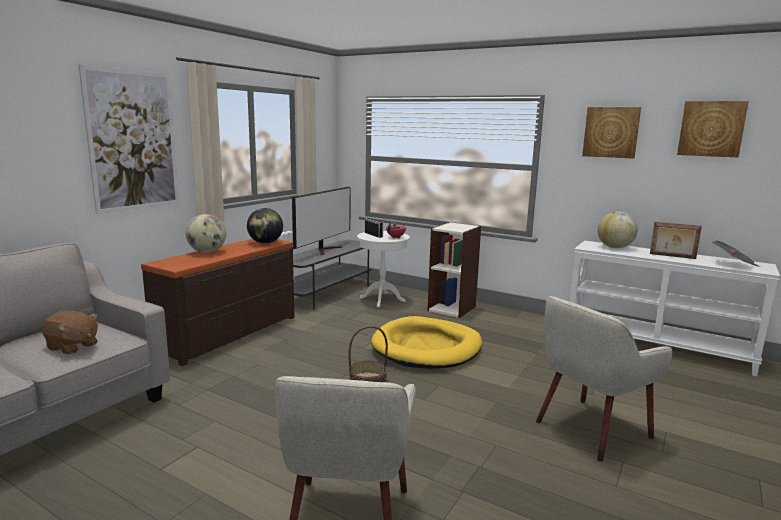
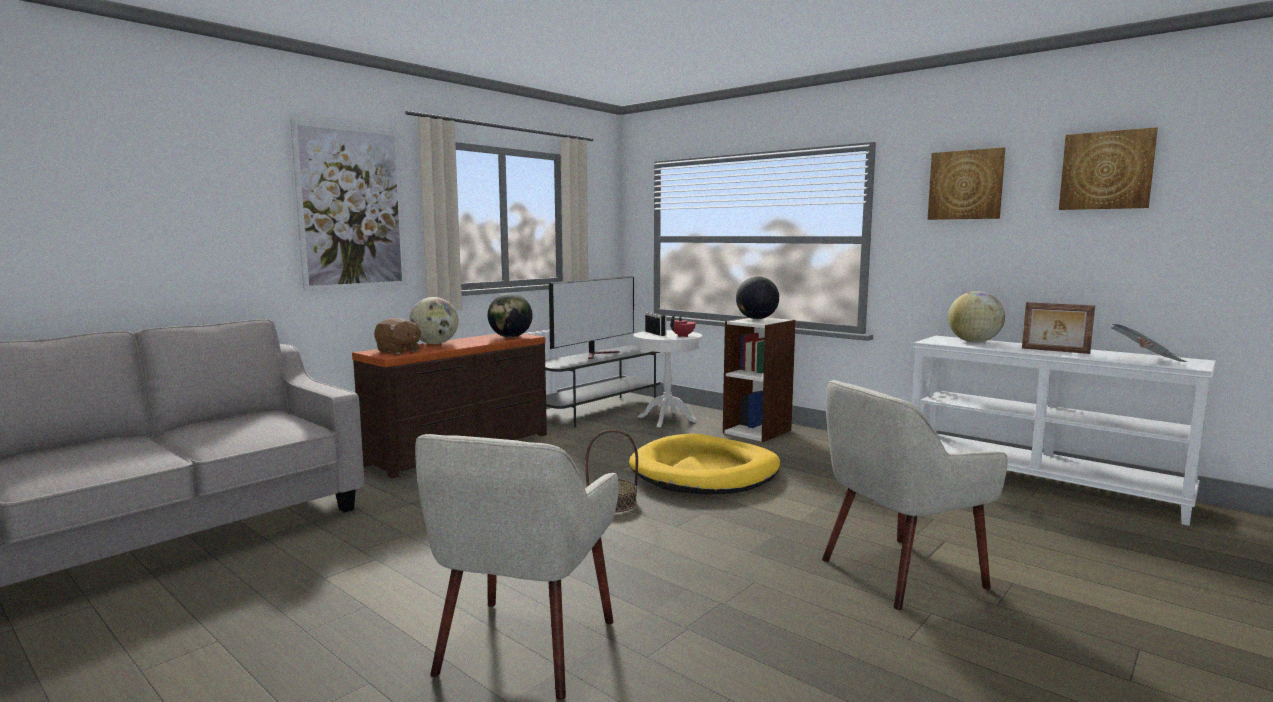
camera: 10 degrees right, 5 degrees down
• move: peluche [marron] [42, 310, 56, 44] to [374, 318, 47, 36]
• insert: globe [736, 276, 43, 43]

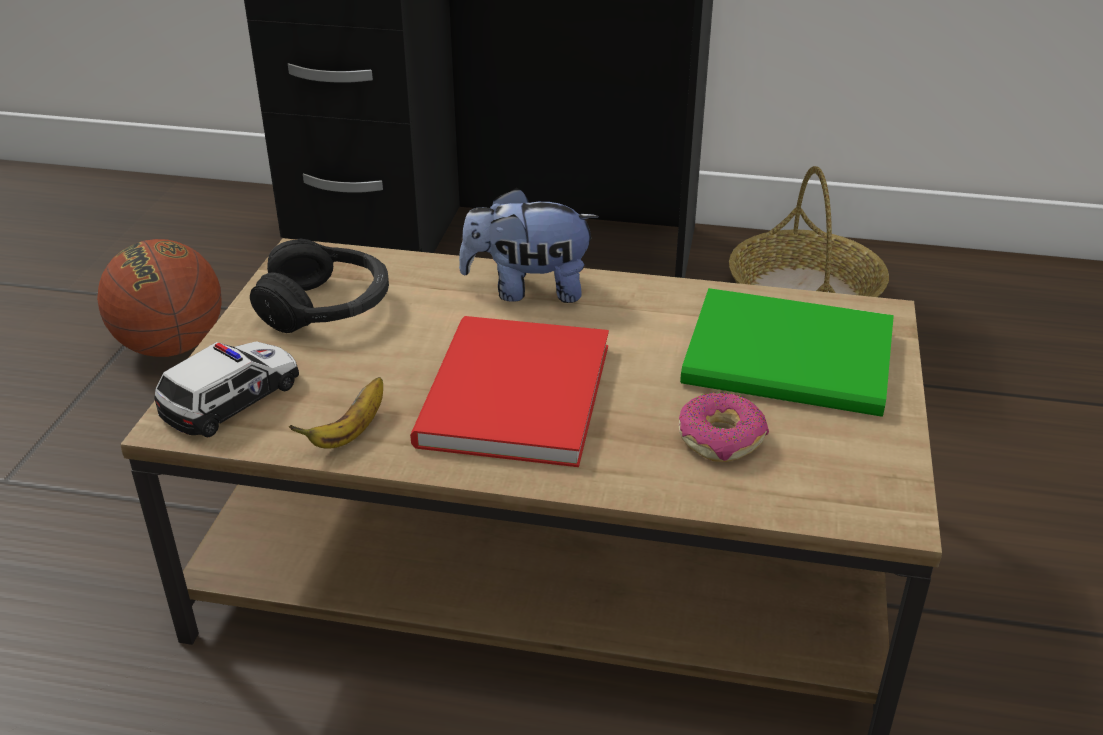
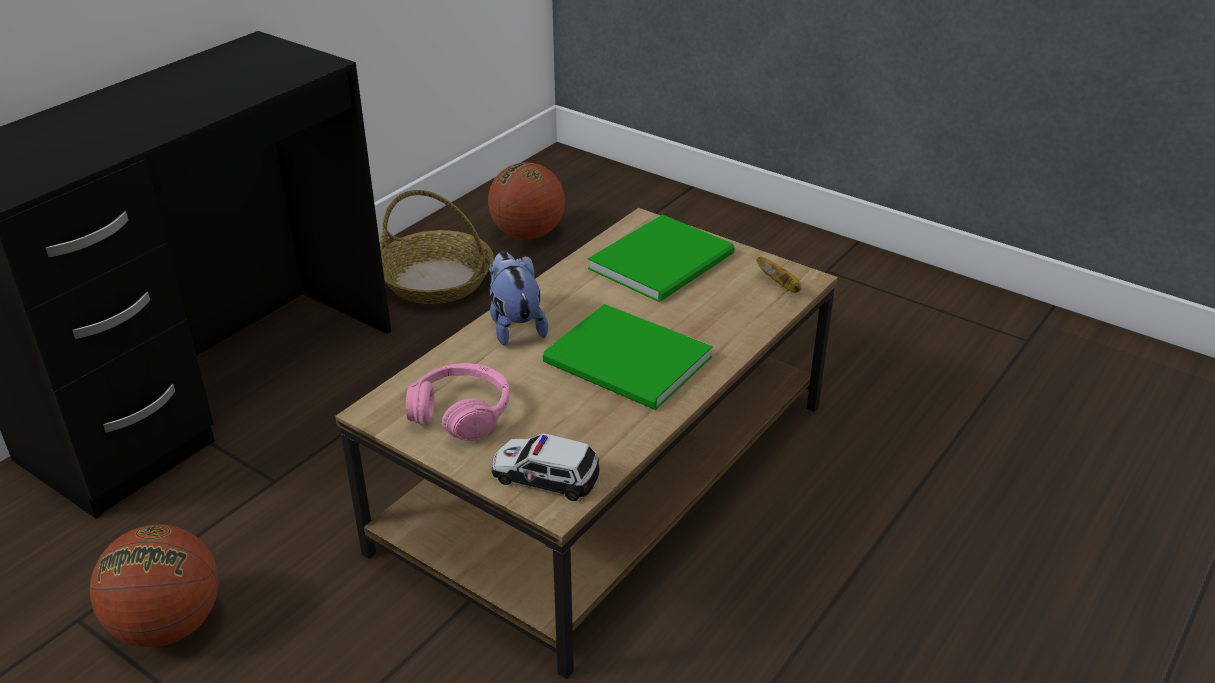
camera: 65 degrees left, 0 degrees up
• rotate: peluche [459, 187, 140, 116] = [489, 252, 59, 94] 135 degrees clockwise
• recolor: casque audio [noir] [250, 239, 139, 94] to casque audio [rose] [406, 363, 104, 78]
• recolor: livre [rouge] [410, 316, 199, 151] to livre [vert] [543, 304, 170, 106]
• rotate: petite voiture [155, 341, 144, 96] = [492, 433, 107, 68] 45 degrees counterclockwise
• move: banane [289, 377, 94, 72] to [756, 257, 46, 36]
• delete: beignet [679, 392, 90, 70]
• insert: ballon de basket [488, 162, 77, 78]

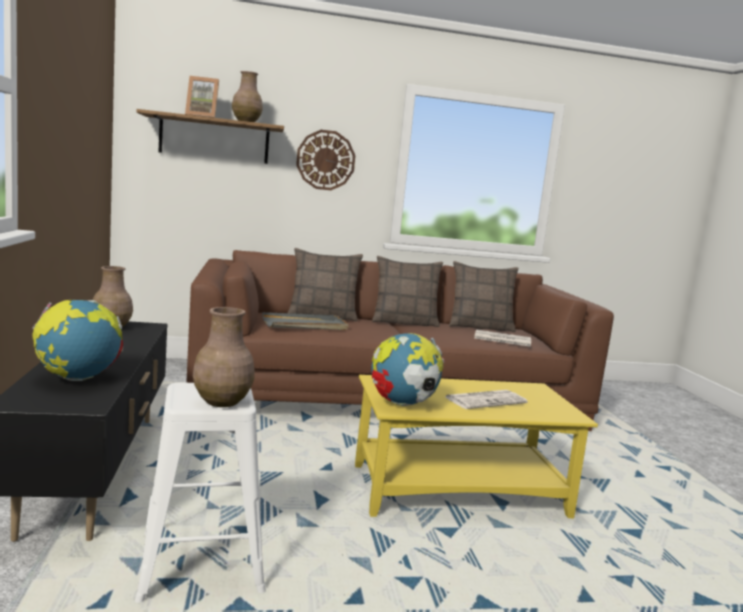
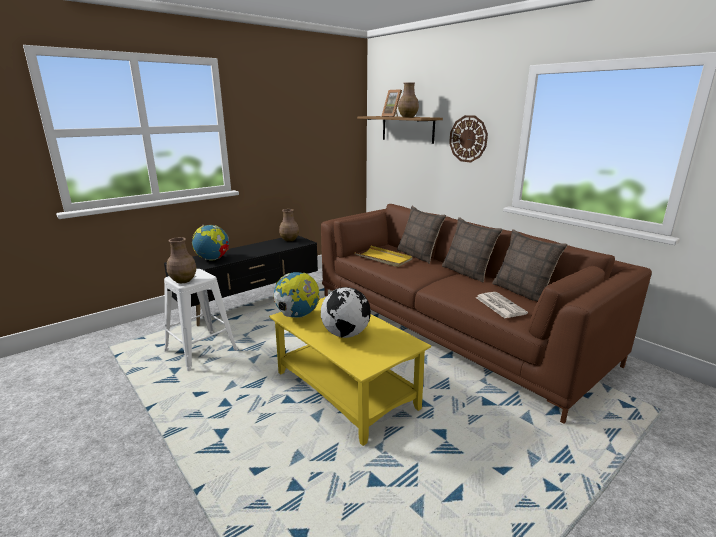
camera: 60 degrees right, 10 degrees up
• recolor: plateau [gris] [262, 312, 86, 18] to plateau [jaune] [354, 246, 59, 21]
• replace: journal [445, 390, 83, 19] to globe [321, 287, 50, 51]

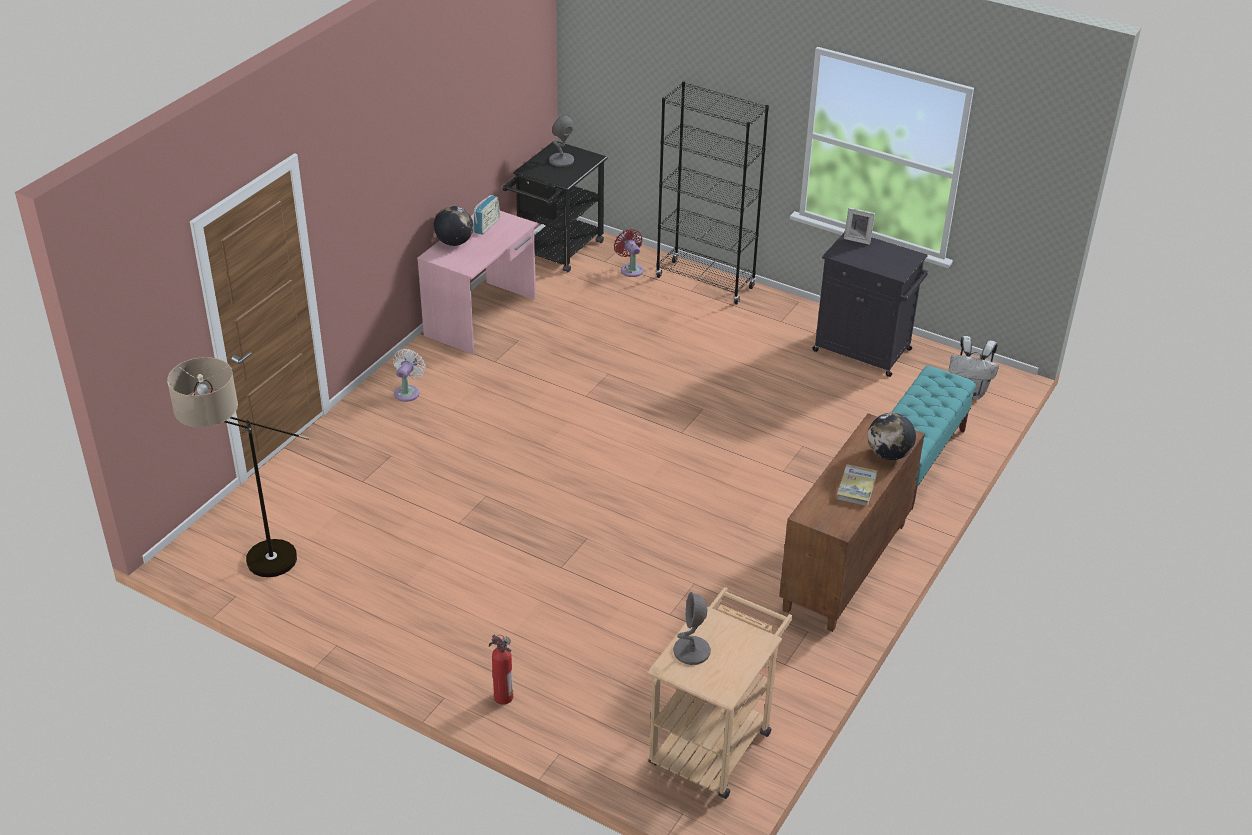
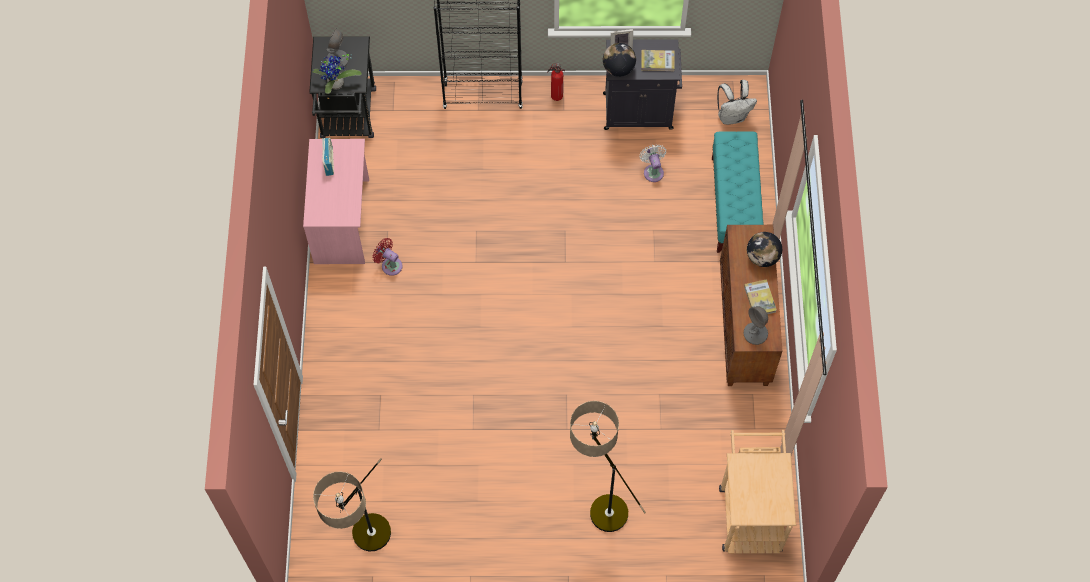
camera: 30 degrees left, 25 degrees up
• move: globe [434, 206, 39, 40] to [603, 43, 33, 34]
• move: ventilateur [rouge] [614, 229, 29, 48] to [373, 238, 30, 38]
• move: ventilateur [blanc] [393, 349, 32, 53] to [640, 144, 26, 38]
• move: lampe de table [gris] [673, 592, 38, 73] to [744, 306, 24, 39]
• move: extincteur [489, 634, 24, 70] to [548, 63, 17, 38]
• insert: livre [641, 50, 34, 21]
• insert: plante en pot [312, 54, 50, 40]
• insert: lampadaire [570, 401, 76, 131]

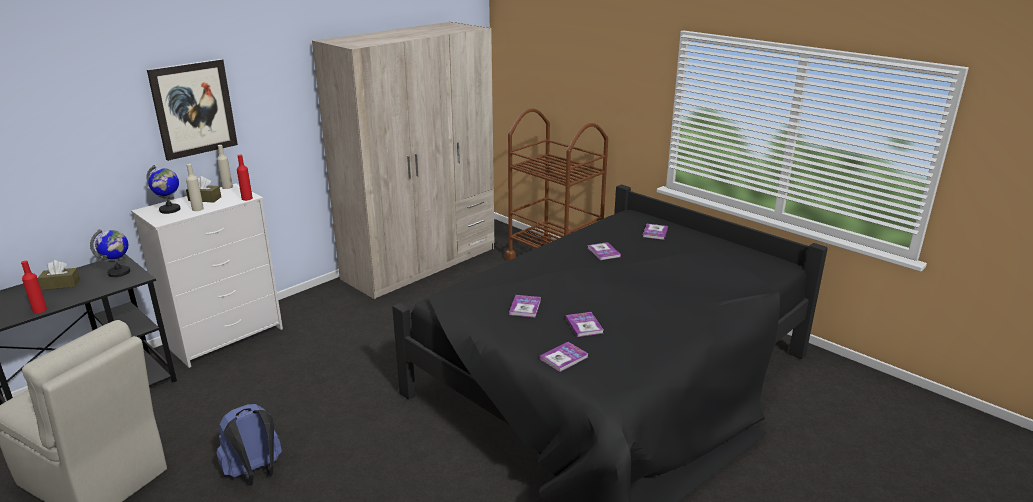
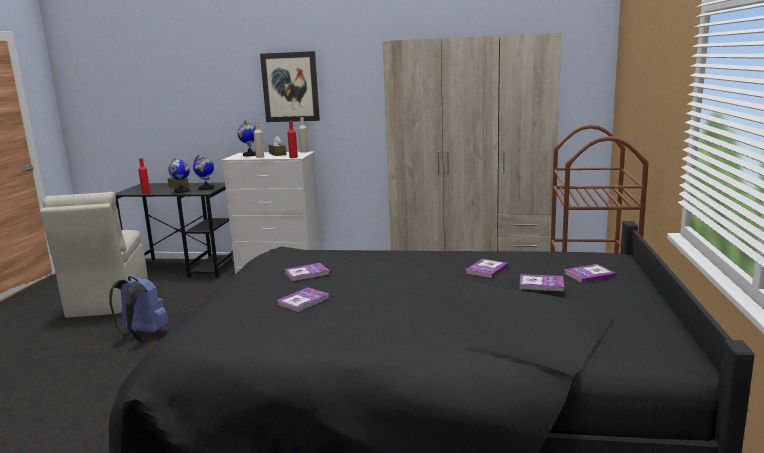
camera: 55 degrees right, 10 degrees down
• move: livre [540, 342, 48, 30] to [520, 274, 44, 17]
• insert: globe [168, 158, 22, 35]

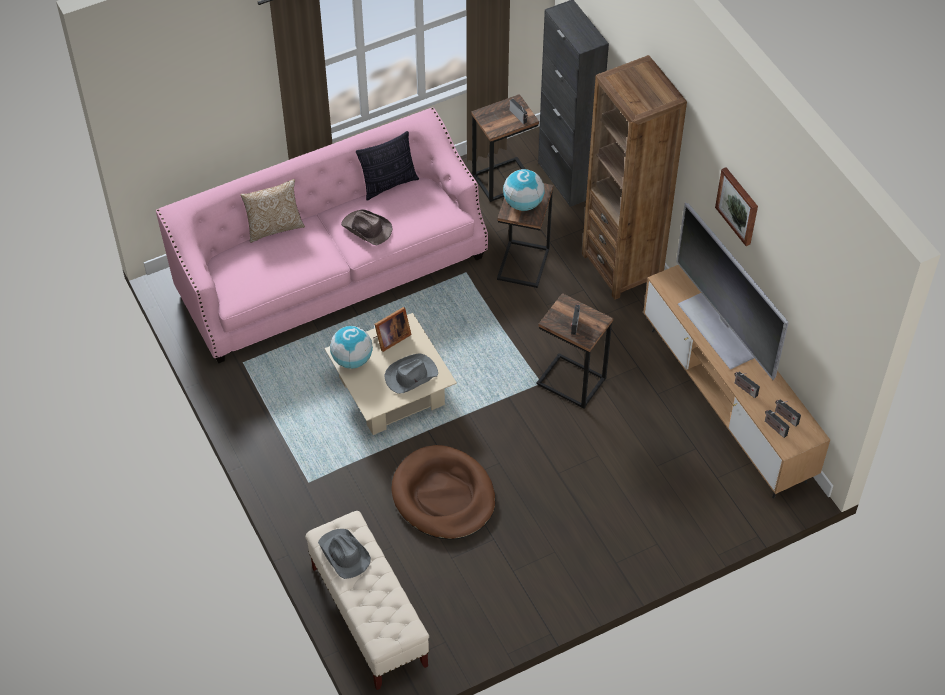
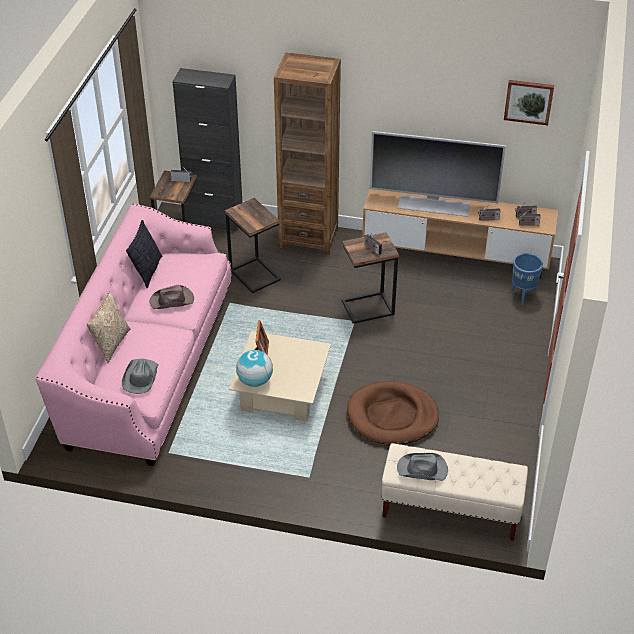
camera: 50 degrees left, 10 degrees down
• move: tableau [715, 167, 43, 79] to [504, 80, 50, 45]
• delete: globe [503, 169, 42, 42]
• move: chapeau [gris] [385, 353, 53, 41] to [122, 359, 36, 35]
• insert: cache-pot [bleu] [511, 253, 32, 52]

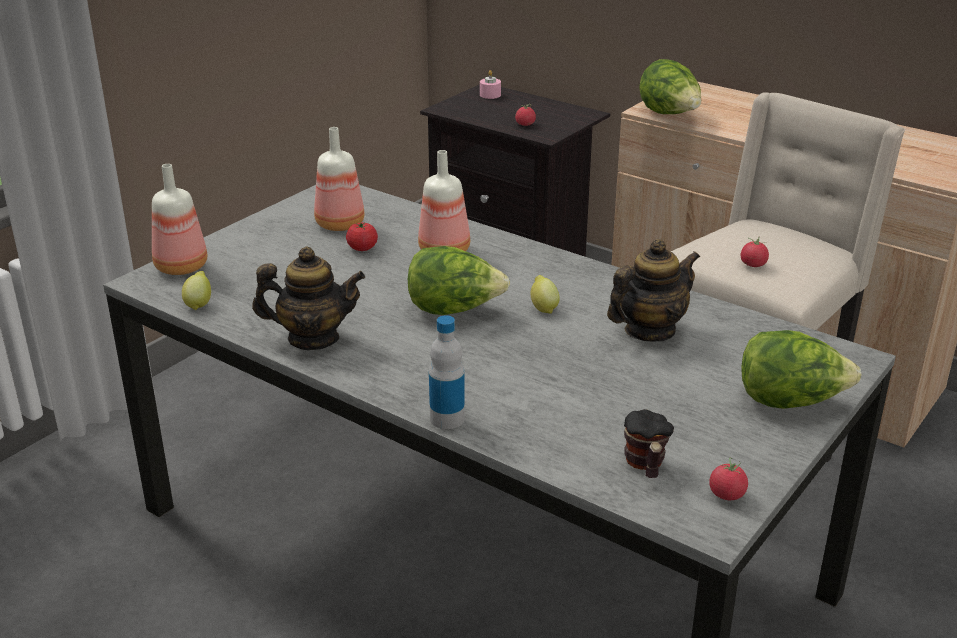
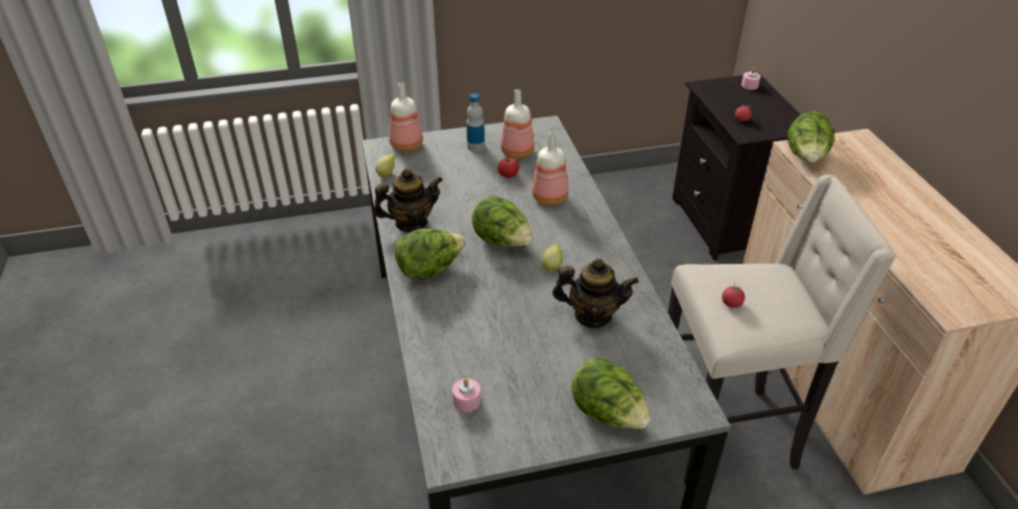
camera: 40 degrees right, 10 degrees up
• rotate: théière [252, 247, 113, 103] = [373, 168, 70, 64] 60 degrees counterclockwise
• move: bouteille [429, 315, 36, 114] to [466, 93, 19, 59]
• replace: mug [624, 409, 50, 69] to bougie [rose] [452, 378, 29, 34]
• delete: tomate [709, 457, 39, 43]
• insert: laitue [395, 229, 71, 51]

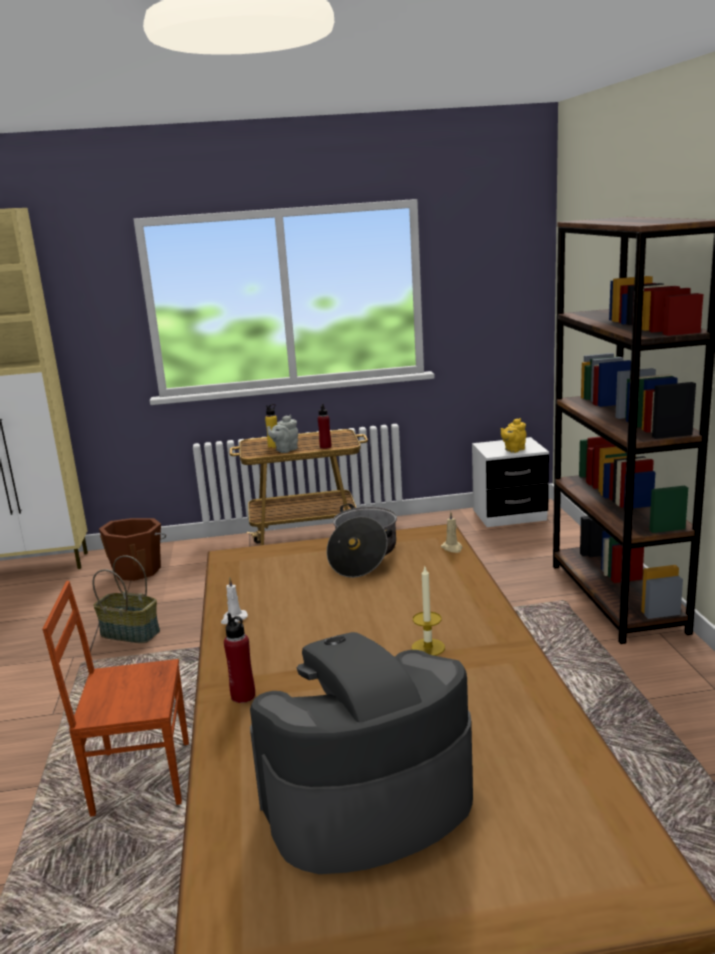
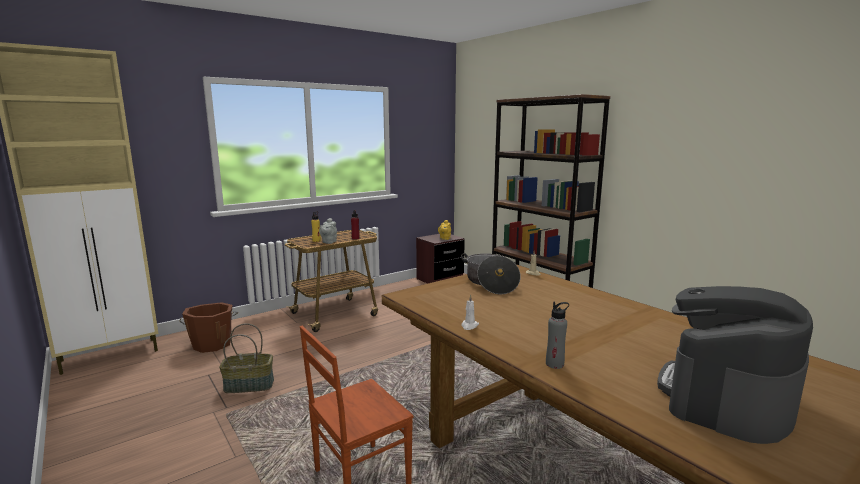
camera: 30 degrees left, 5 degrees down
• recolor: table de chevet [blanc] [472, 437, 77, 90] to table de chevet [marron] [416, 234, 49, 50]
• delete: bougie [412, 567, 33, 89]
• recolor: bouteille [rouge] [224, 613, 31, 90] to bouteille [gris] [546, 302, 23, 67]

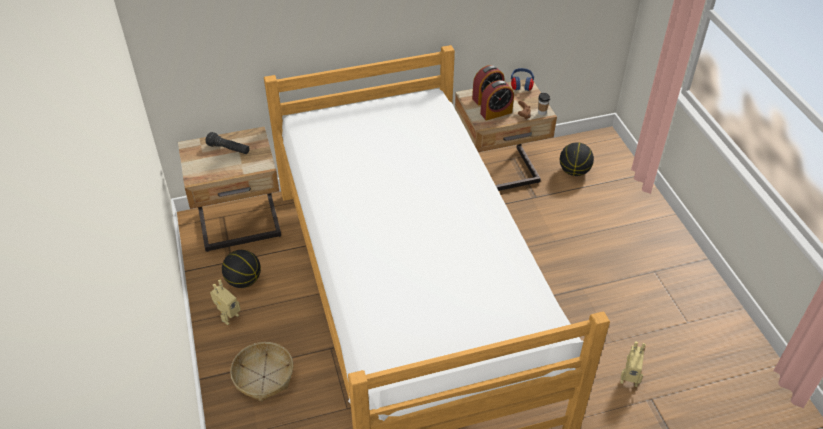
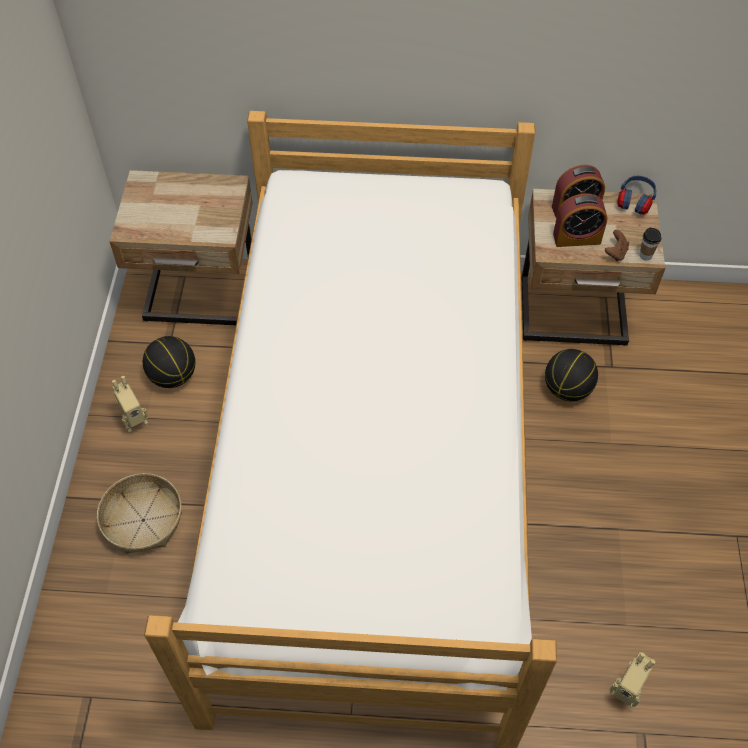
camera: 20 degrees right, 10 degrees up
• delete: lampe de poche [noir] [206, 132, 44, 22]
• move: ballon de basket [560, 142, 34, 34] to [545, 349, 53, 52]

